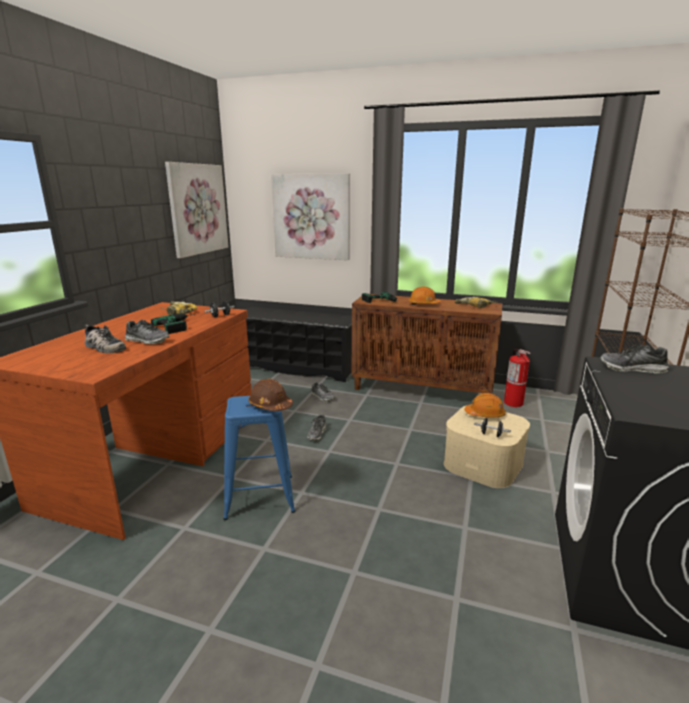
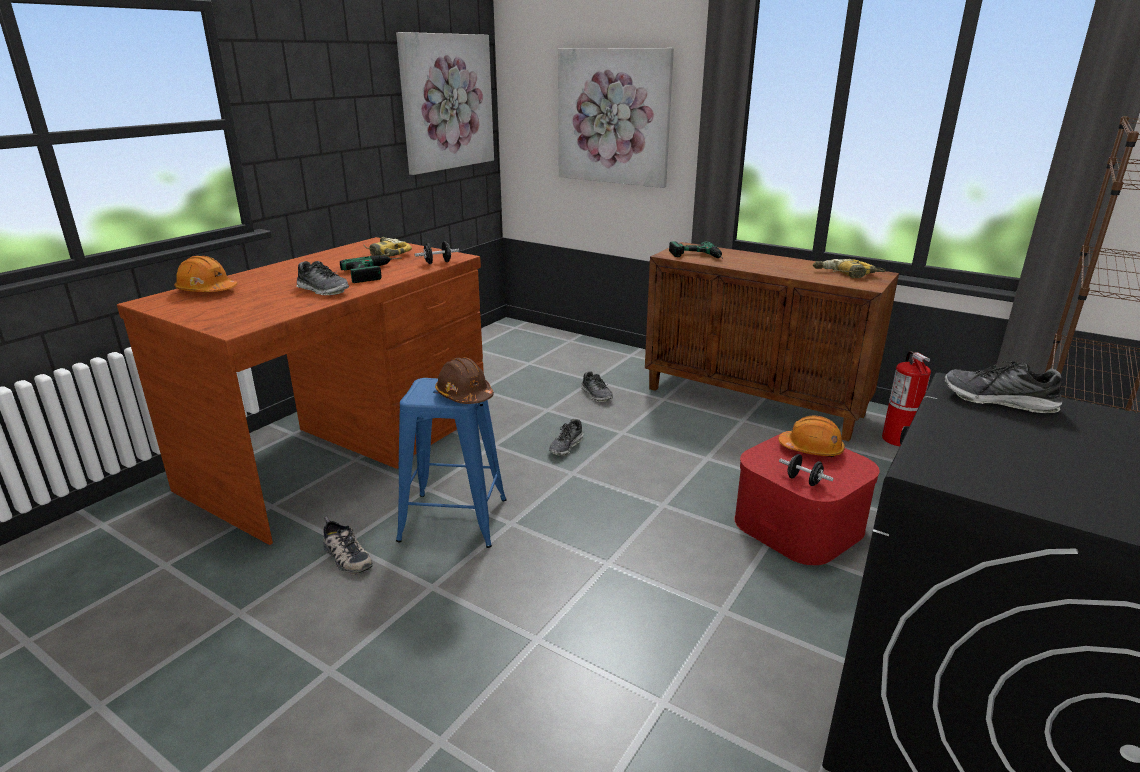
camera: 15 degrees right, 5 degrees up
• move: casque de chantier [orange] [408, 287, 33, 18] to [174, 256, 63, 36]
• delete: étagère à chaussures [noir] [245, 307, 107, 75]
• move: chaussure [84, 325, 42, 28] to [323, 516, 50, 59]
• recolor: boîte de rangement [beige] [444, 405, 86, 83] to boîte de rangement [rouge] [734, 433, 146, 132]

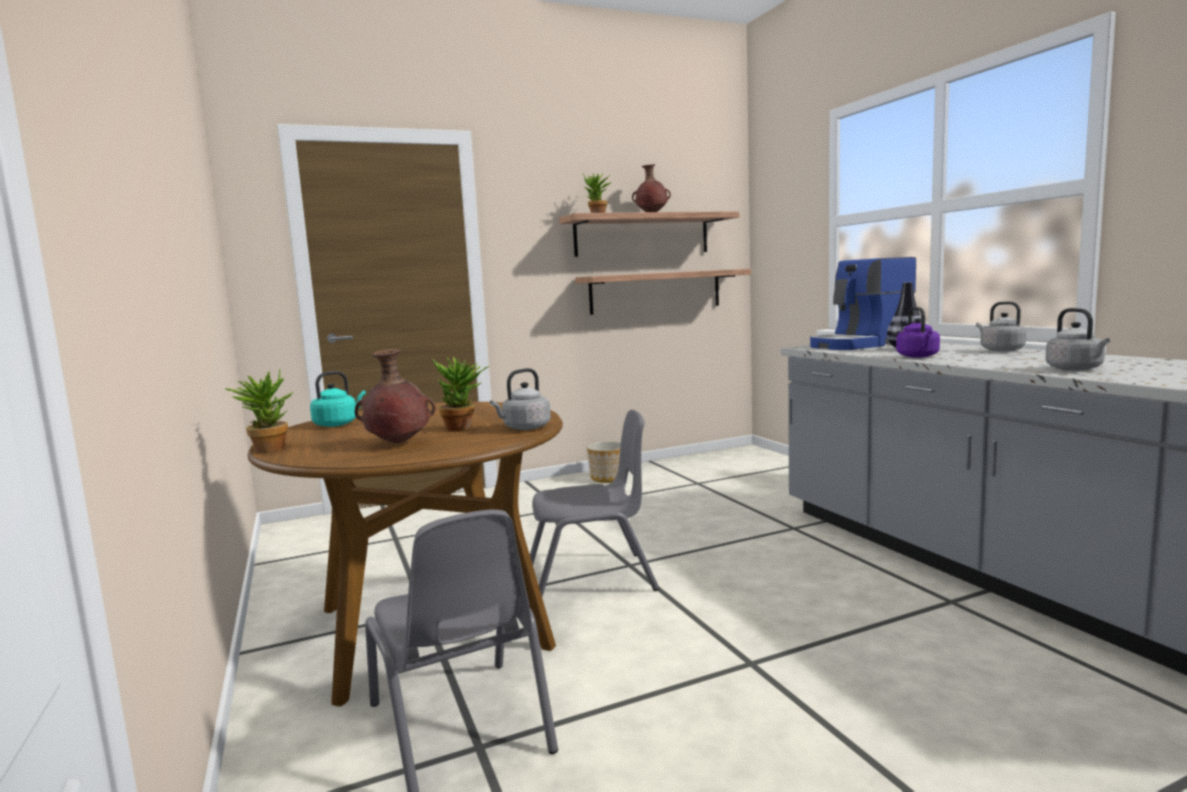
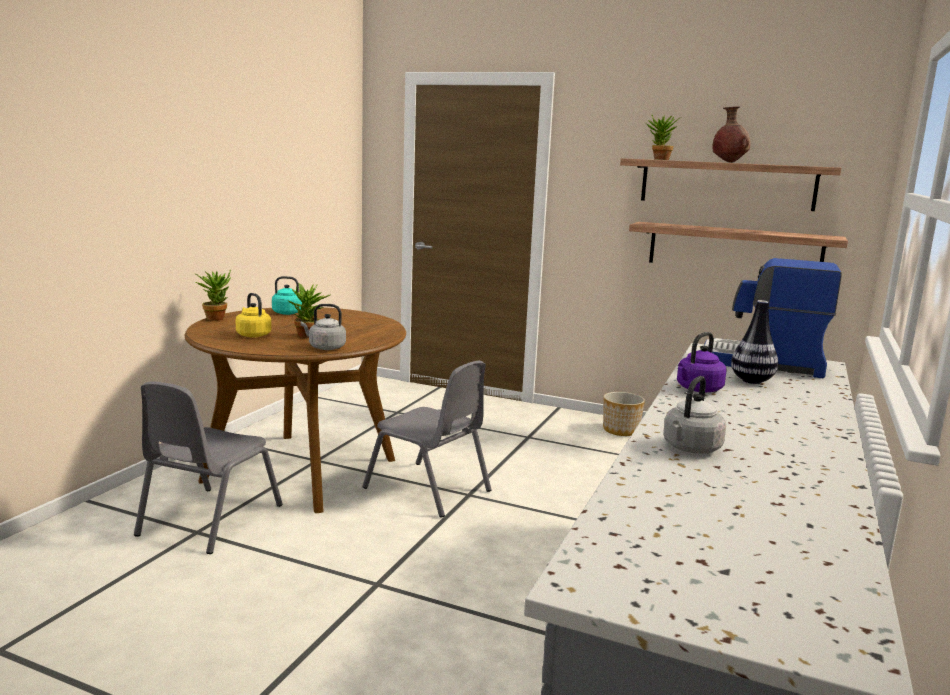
camera: 45 degrees right, 5 degrees up
• delete: bouilloire [gris] [976, 301, 50, 50]
• replace: vase [marron] [355, 349, 81, 94] to bouilloire [jaune] [235, 293, 36, 44]

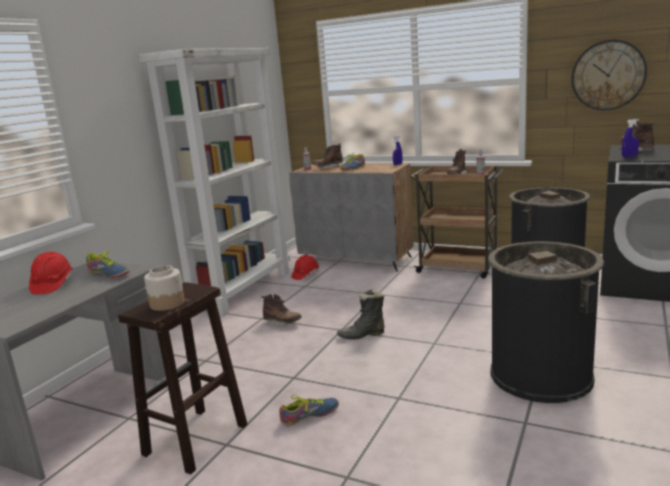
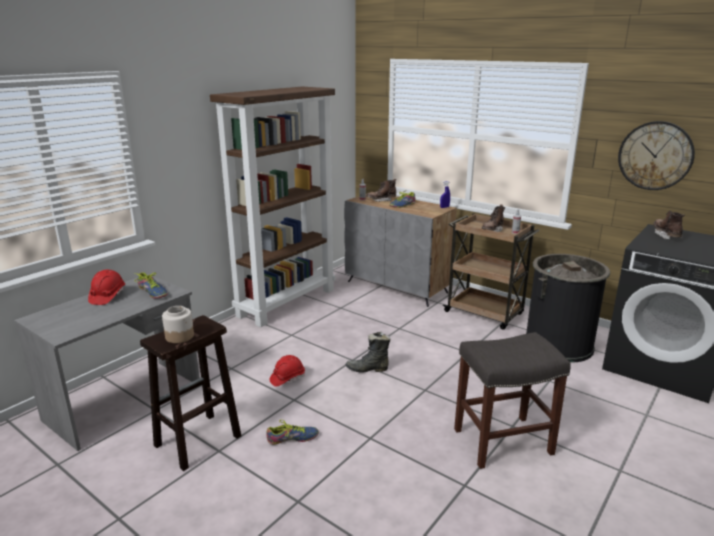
camera: 10 degrees right, 5 degrees up
• recolor: bibliothèque [blanc] [139, 48, 152, 269] to bibliothèque [marron] [210, 87, 126, 240]
• delete: vaporisateur [bleu] [622, 119, 17, 38]
• replace: poubelle [noir] [488, 241, 116, 162] to tabouret [gris] [454, 332, 117, 137]
• move: casque de chantier [rouge] [291, 255, 28, 25] to [270, 355, 35, 32]
• delete: botte [marron] [261, 294, 41, 31]

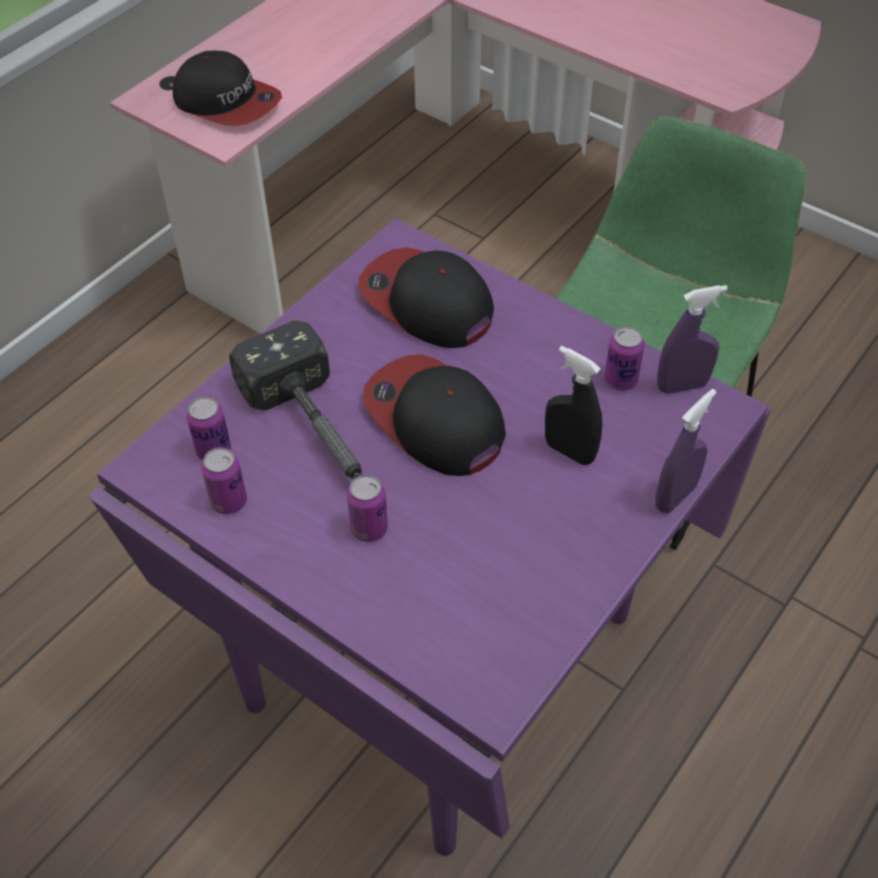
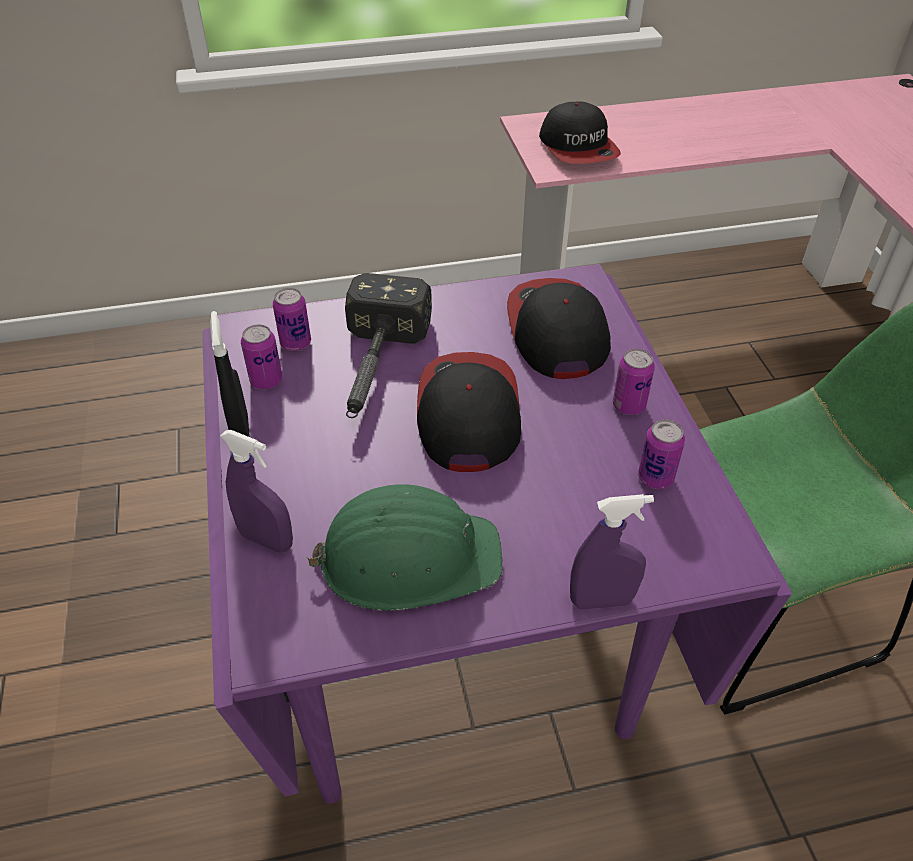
camera: 40 degrees right, 5 degrees down
• move: vaporisateur [violet] [657, 285, 71, 109] to [220, 430, 73, 123]
• move: vaporisateur [noir] [545, 346, 57, 119] to [210, 311, 40, 126]
• move: boîte métallique [347, 475, 41, 67] to [613, 349, 42, 66]
• insert: casque de chantier [vert] [306, 484, 197, 127]

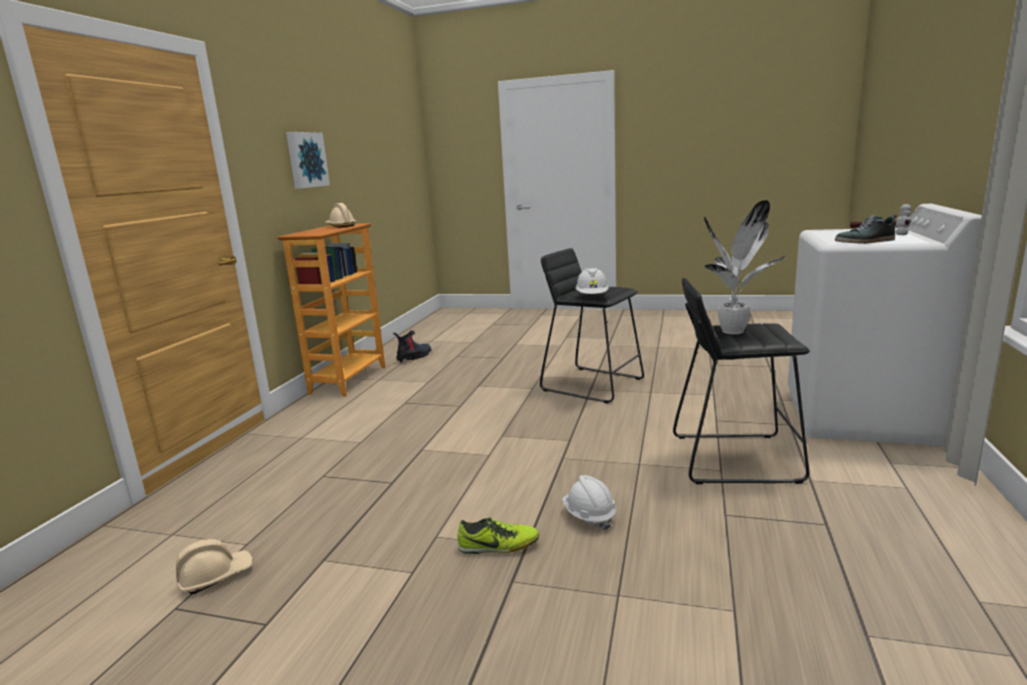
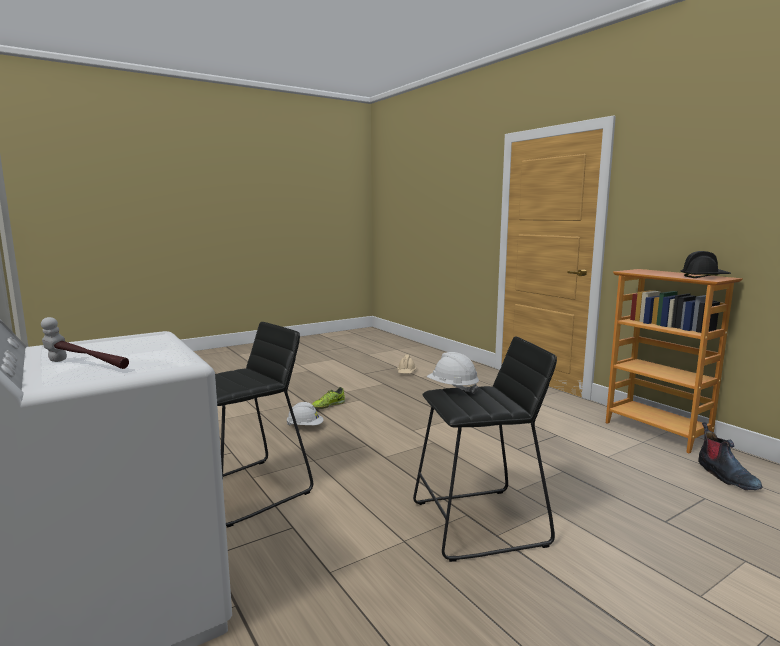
camera: 130 degrees right, 5 degrees down
• delete: tableau [286, 132, 44, 57]
• delete: plante en pot [704, 200, 81, 134]
• recolor: casque de chantier [beige] [325, 203, 31, 25] to casque de chantier [noir] [681, 251, 50, 27]
• delete: chaussure [835, 215, 62, 29]

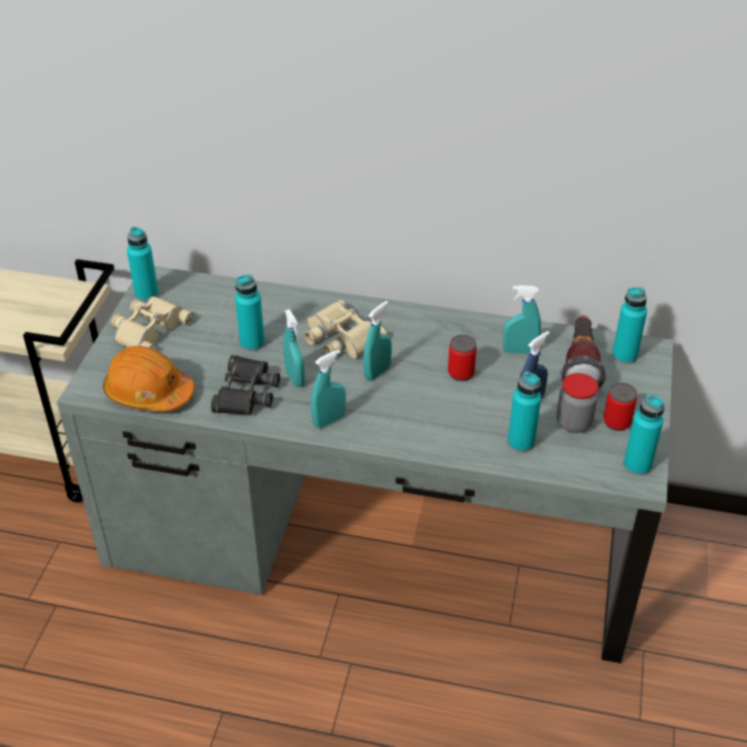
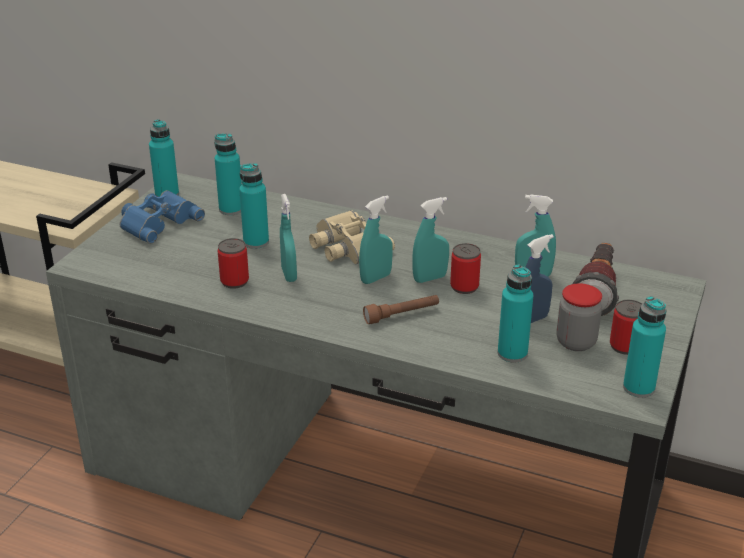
camera: 10 degrees right, 10 degrees down
• move: bouteille [turquoise] [612, 287, 35, 77] to [214, 134, 28, 81]
• recolor: jumelles [beige] [111, 296, 83, 54] to jumelles [bleu] [120, 190, 85, 54]
• delete: casque de chantier [orange] [103, 346, 91, 66]
• move: vaporisateur [turquoise] [311, 350, 35, 78] to [412, 197, 37, 86]
• replace: jumelles [noir] [211, 355, 69, 60] to boîte métallique [218, 238, 31, 51]
• insert: lampe de poche [marron] [363, 295, 76, 29]

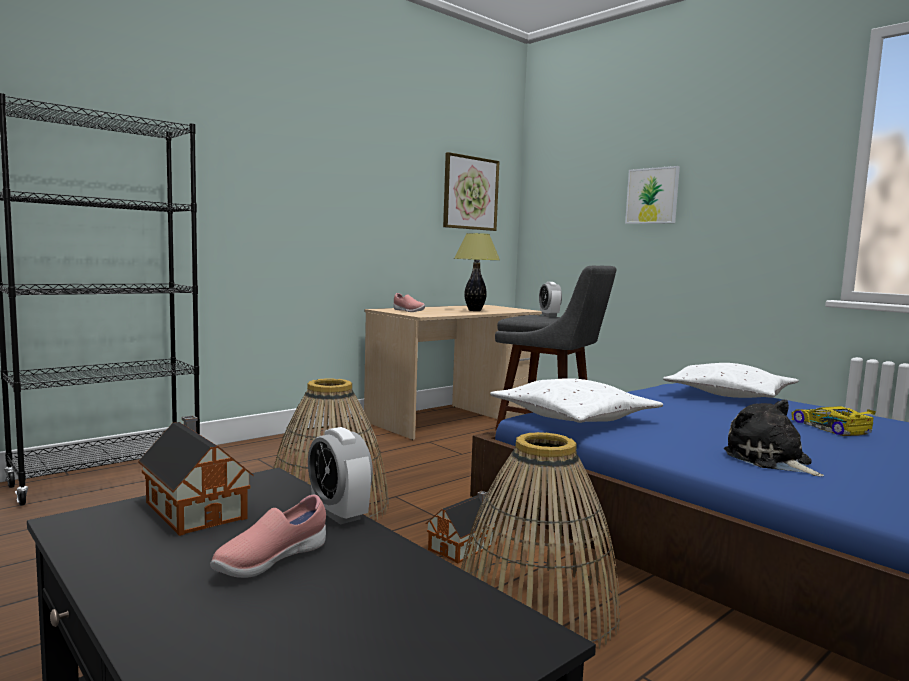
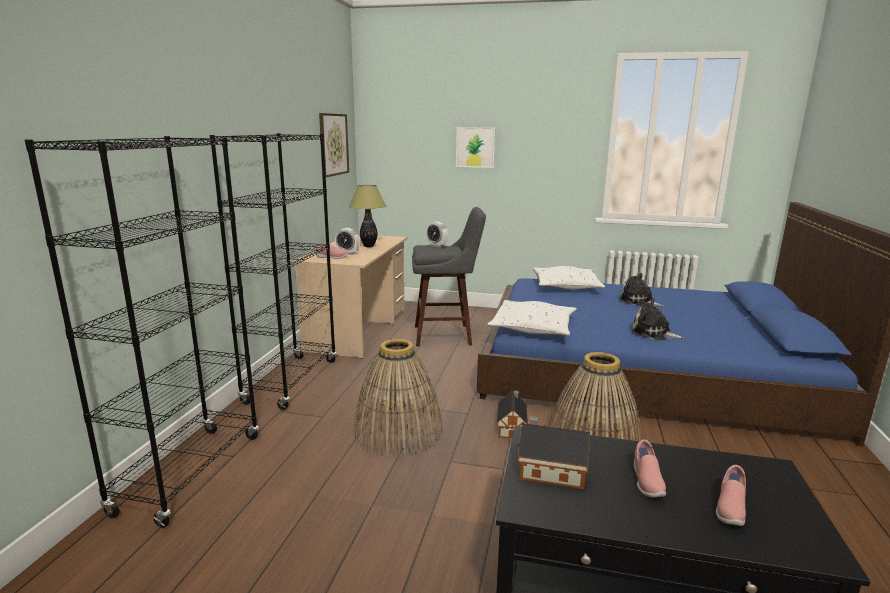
camera: 35 degrees left, 10 degrees up
• replace: petite voiture [791, 406, 85, 30] to peluche [619, 273, 45, 33]
• move: réveil [308, 427, 65, 98] to [335, 228, 24, 27]
• insert: bibliothèque [noir] [210, 133, 127, 277]
• insert: chaussure [rose] [716, 465, 30, 61]

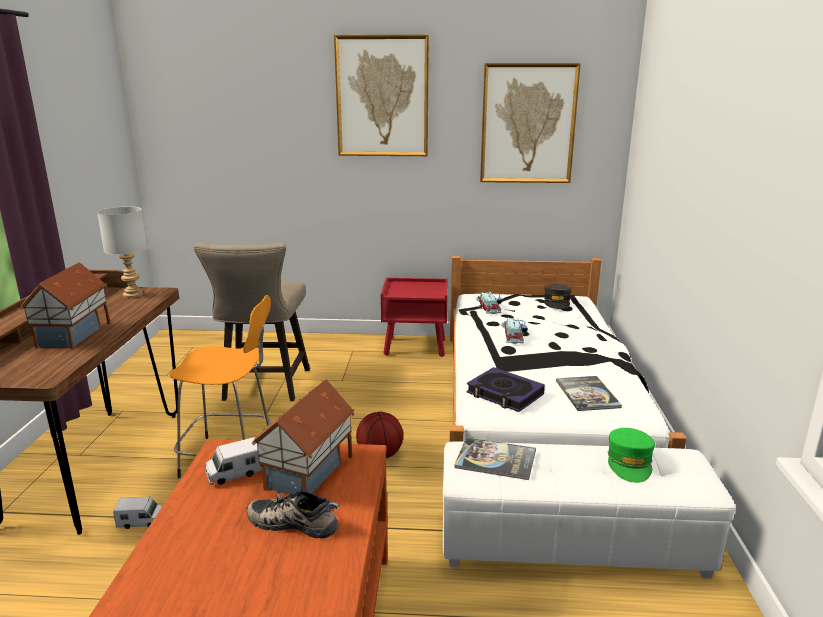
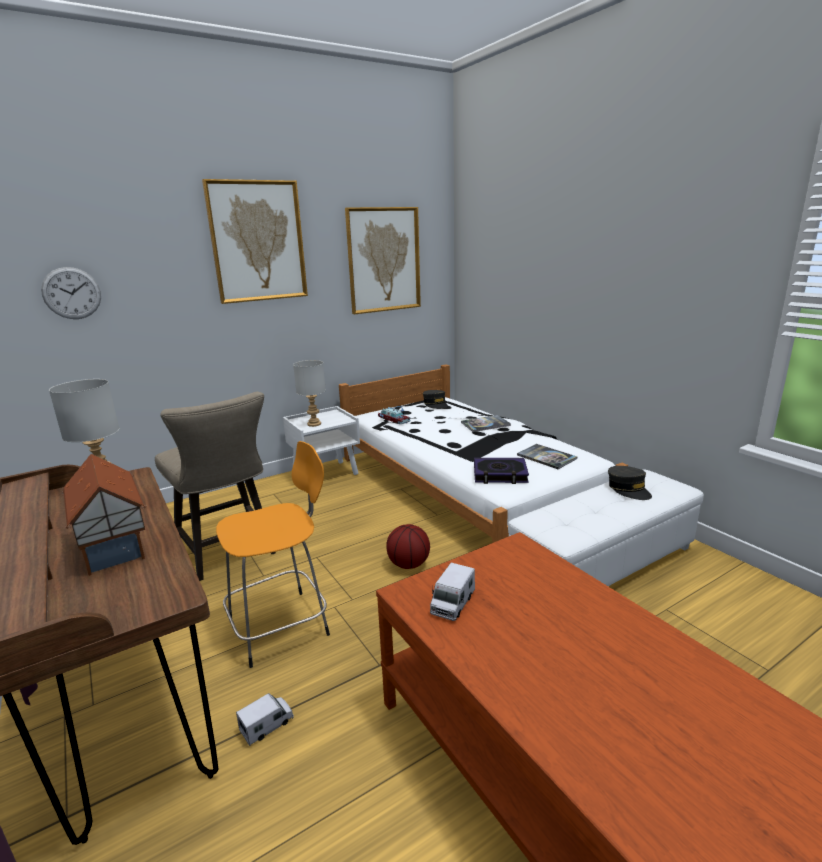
camera: 35 degrees left, 0 degrees up
• recolor: table de chevet [rouge] [381, 278, 67, 79] to table de chevet [blanc] [283, 406, 77, 69]
• delete: petite voiture [502, 317, 26, 27]
• delete: maison miniature [252, 380, 103, 115]
• recolor: casquette [vert] [608, 428, 47, 55] to casquette [gris] [608, 466, 44, 34]
• move: livre [454, 437, 82, 43] to [461, 415, 50, 17]
• delete: chaussure [247, 491, 92, 48]
• insert: horloge murale [41, 267, 60, 52]
• insert: lampe de table [gris] [293, 360, 33, 67]

